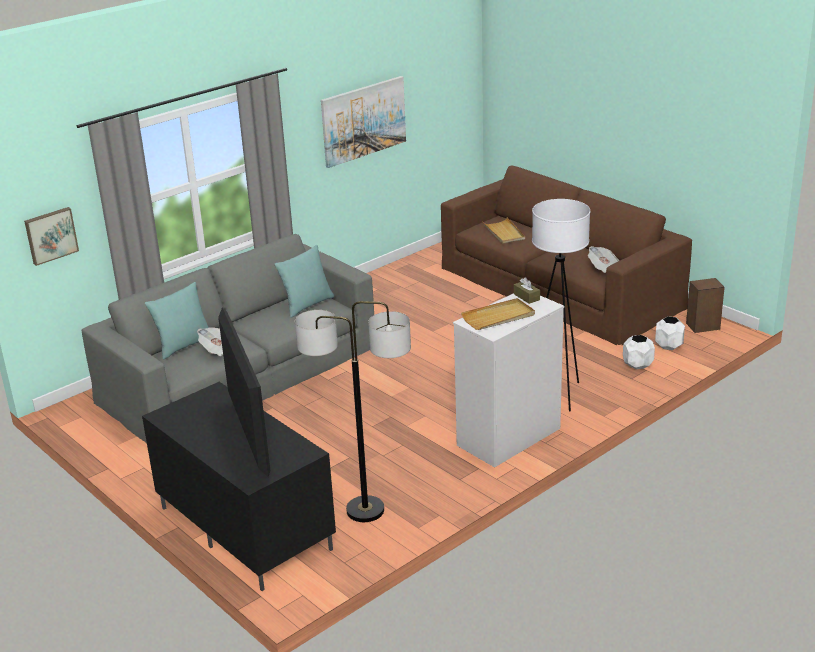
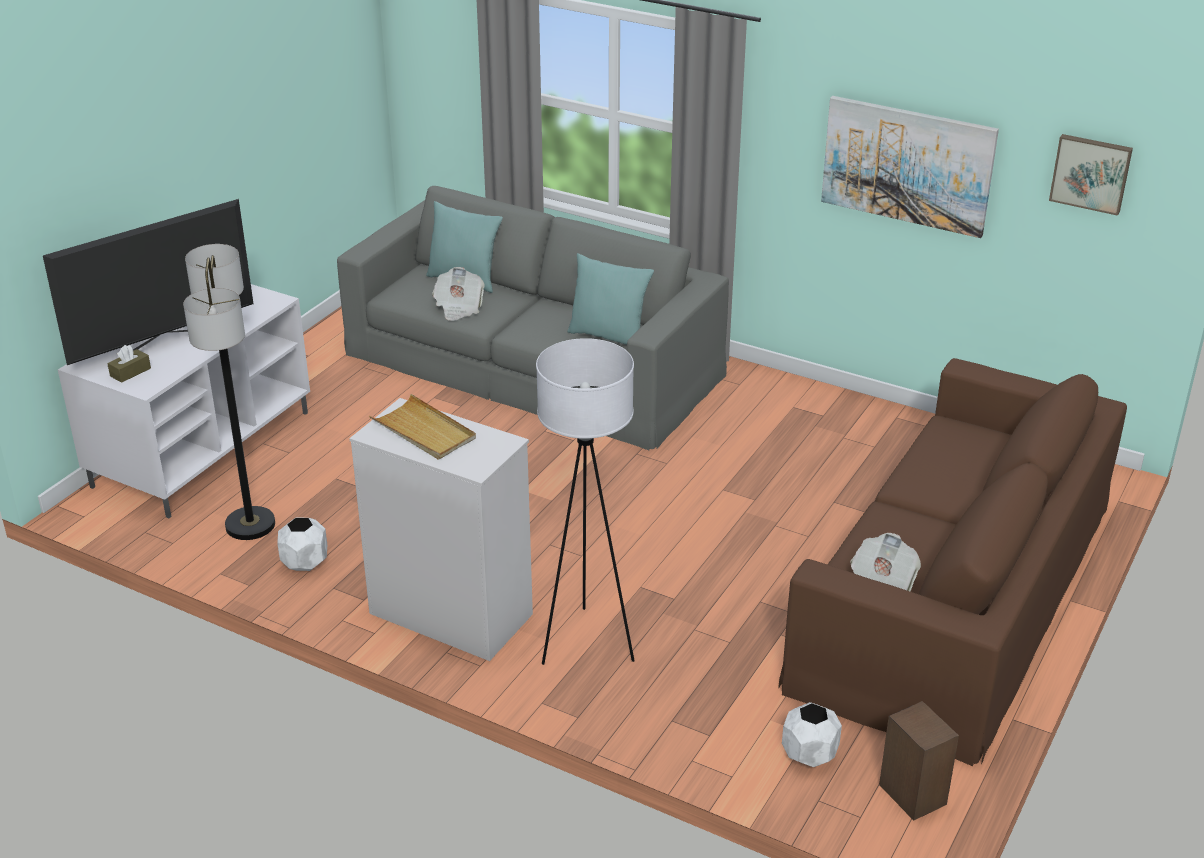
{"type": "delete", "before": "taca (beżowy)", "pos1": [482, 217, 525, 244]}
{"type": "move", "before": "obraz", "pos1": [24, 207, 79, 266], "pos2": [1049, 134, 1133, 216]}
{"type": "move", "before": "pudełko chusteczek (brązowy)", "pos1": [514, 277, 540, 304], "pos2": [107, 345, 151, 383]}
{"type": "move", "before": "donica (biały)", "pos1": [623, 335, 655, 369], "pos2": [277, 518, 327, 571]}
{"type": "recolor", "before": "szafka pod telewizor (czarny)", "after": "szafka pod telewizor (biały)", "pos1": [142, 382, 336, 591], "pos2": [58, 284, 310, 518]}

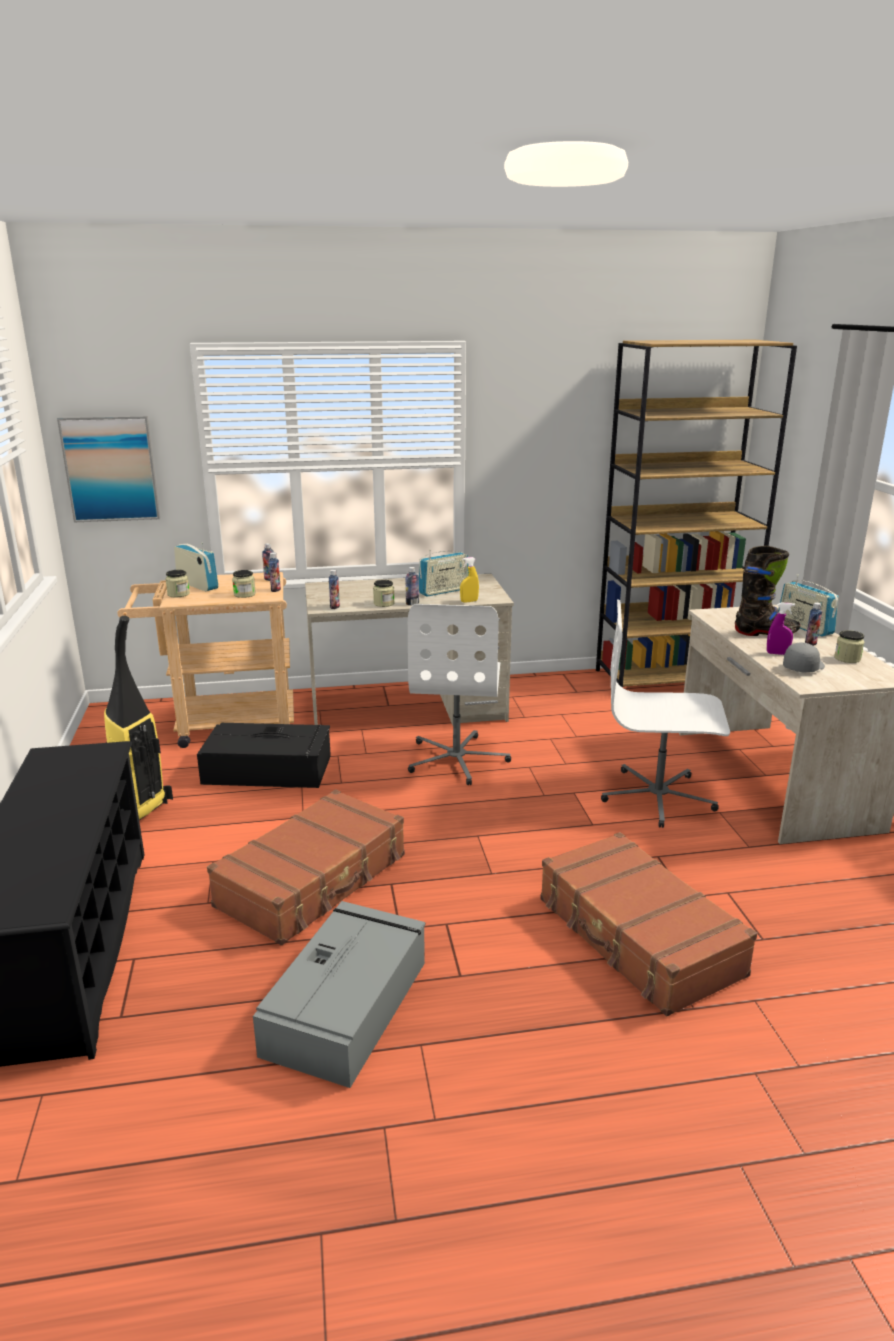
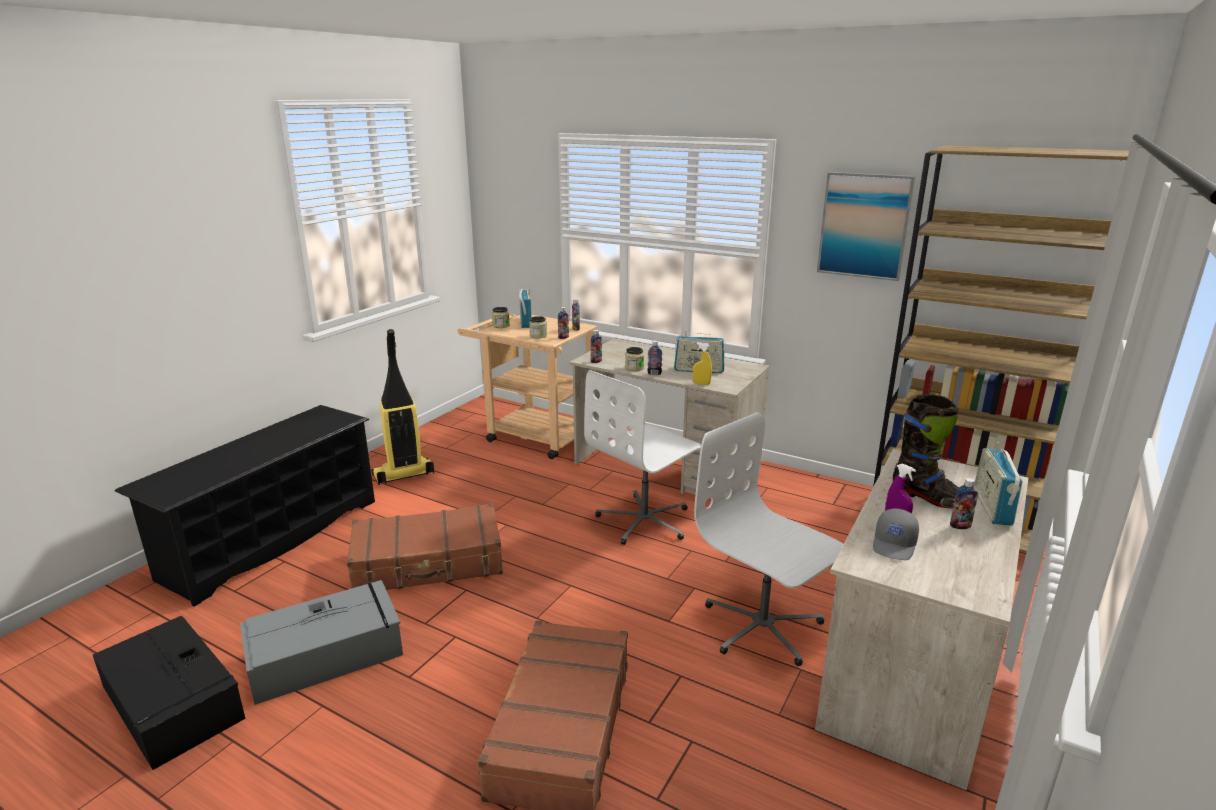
{"type": "delete", "before": "słoik", "pos1": [834, 630, 864, 663]}
{"type": "move", "before": "obraz", "pos1": [57, 416, 160, 522], "pos2": [817, 172, 915, 281]}
{"type": "move", "before": "pojemnik do przechowywania (czarny)", "pos1": [197, 723, 331, 788], "pos2": [93, 616, 246, 770]}
{"type": "rotate", "before": "czapka z daszkiem (szary)", "pos1": [783, 642, 825, 673], "pos2": [873, 509, 919, 560], "turn": 120}

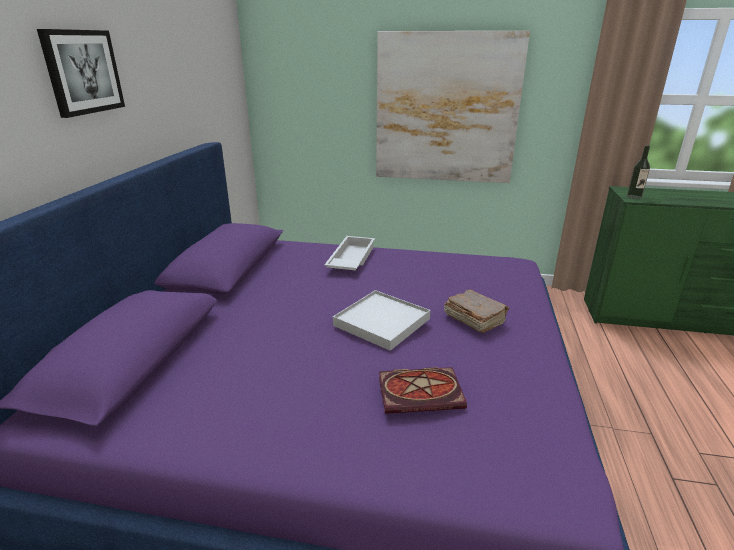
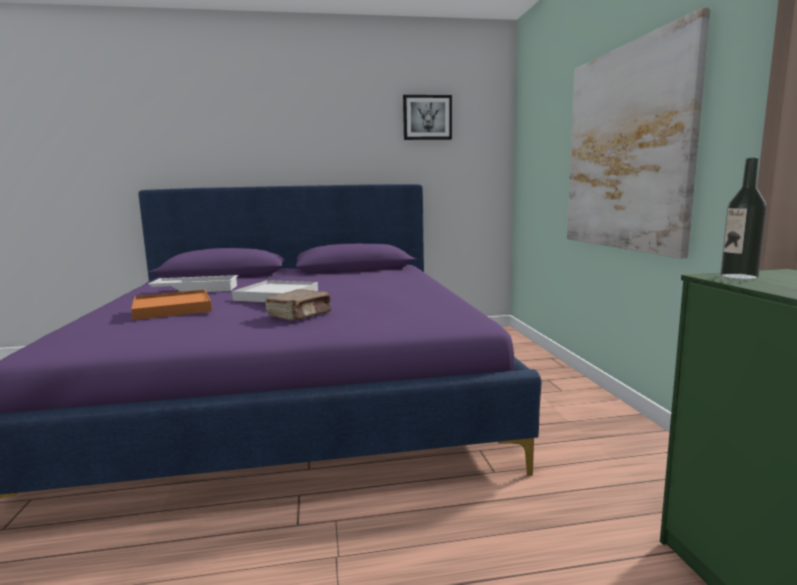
{"type": "move", "before": "obraz", "pos1": [37, 29, 125, 118], "pos2": [403, 95, 452, 140]}
{"type": "move", "before": "taca (biały)", "pos1": [324, 236, 375, 270], "pos2": [148, 275, 238, 292]}
{"type": "replace", "before": "książka", "after": "taca (pomarańczowy)", "pos1": [379, 367, 467, 414], "pos2": [131, 289, 212, 320]}

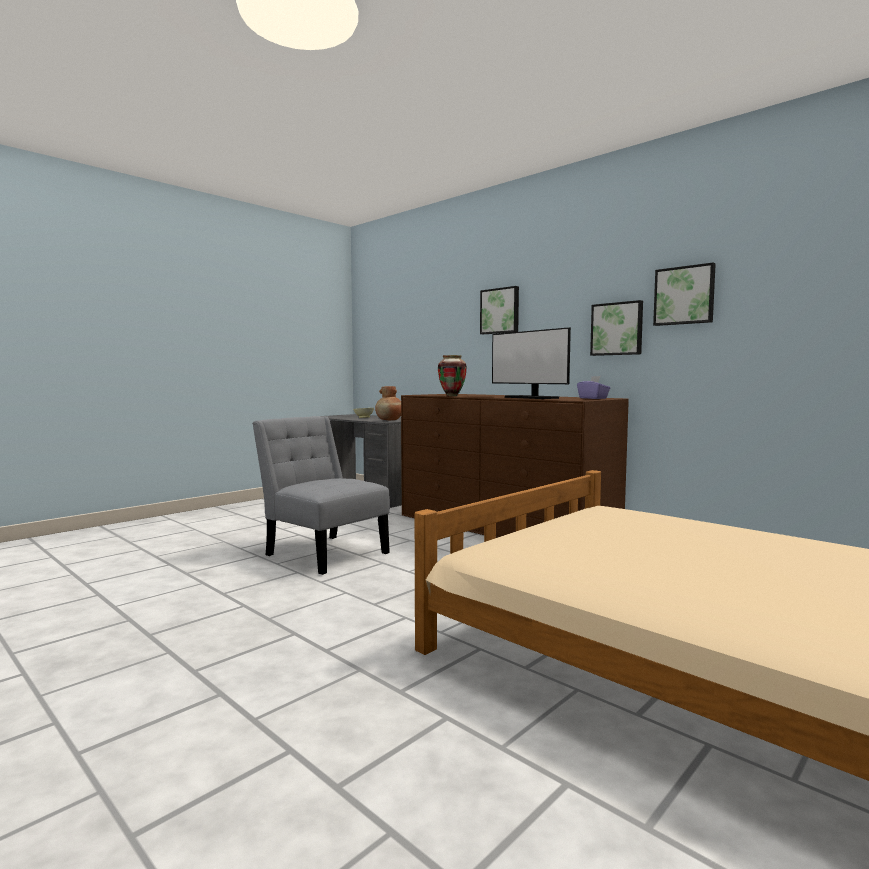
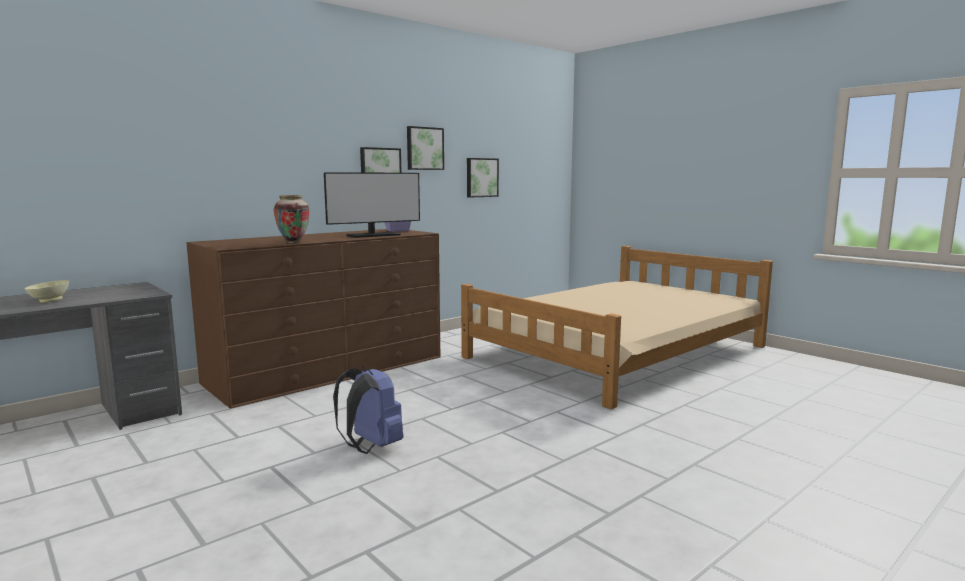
{"type": "delete", "before": "wazon (brązowy)", "pos1": [375, 386, 401, 420]}
{"type": "move", "before": "obraz", "pos1": [480, 286, 519, 334], "pos2": [467, 158, 499, 198]}
{"type": "replace", "before": "krzesło (szary)", "after": "plecak (niebieski)", "pos1": [252, 416, 390, 575], "pos2": [333, 366, 403, 454]}

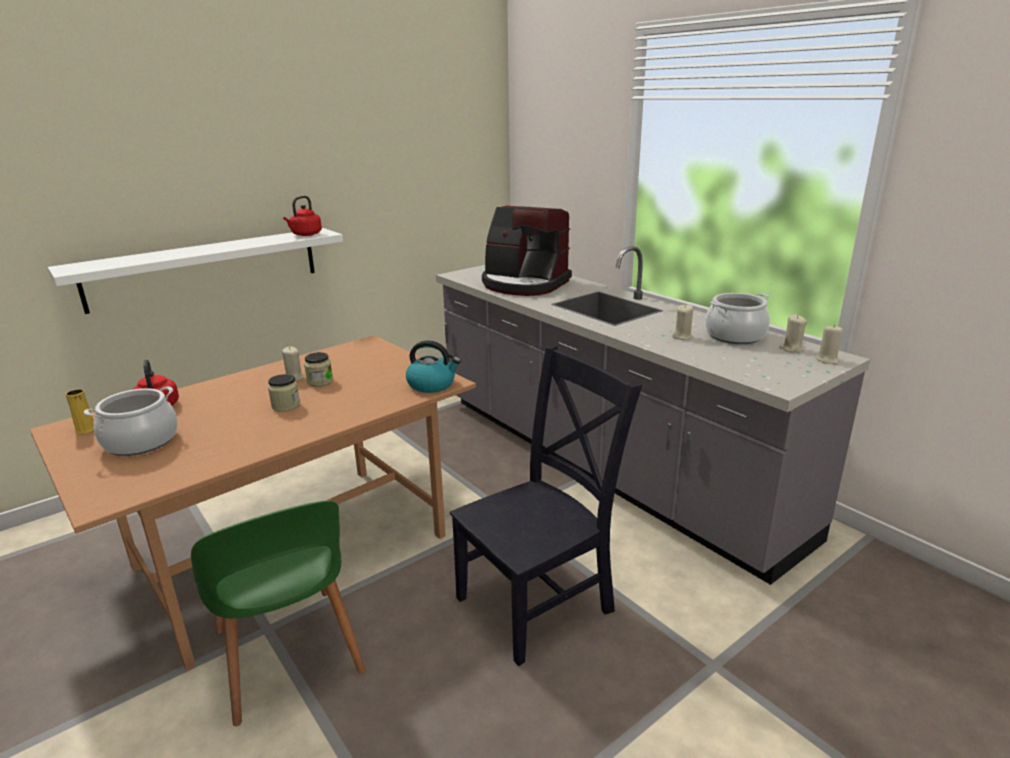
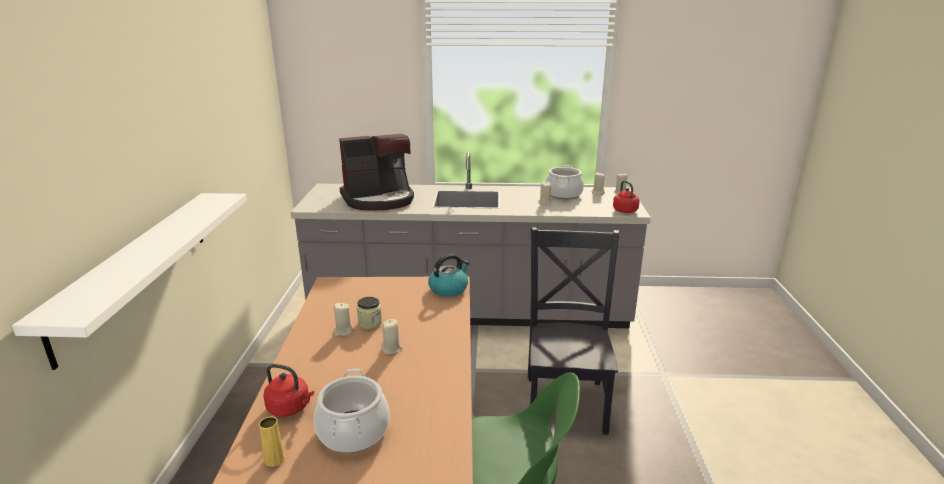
{"type": "move", "before": "czajnik (czerwony)", "pos1": [283, 196, 322, 236], "pos2": [613, 180, 640, 213]}
{"type": "replace", "before": "słoik", "after": "świeca (beżowy)", "pos1": [268, 374, 300, 412], "pos2": [381, 319, 402, 354]}

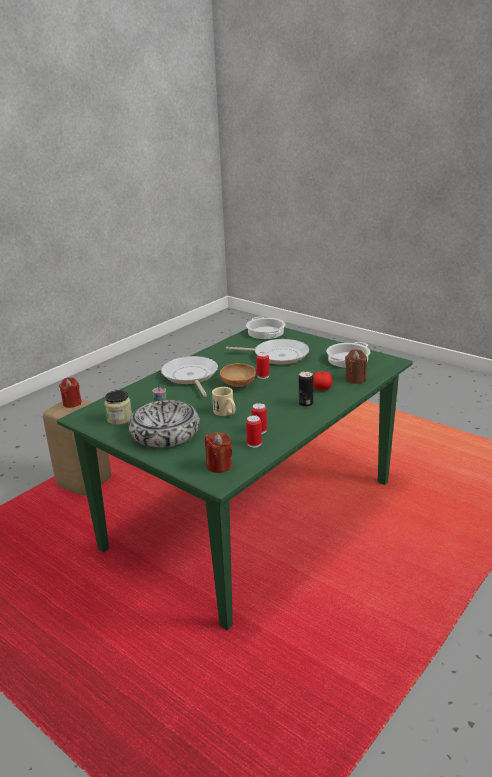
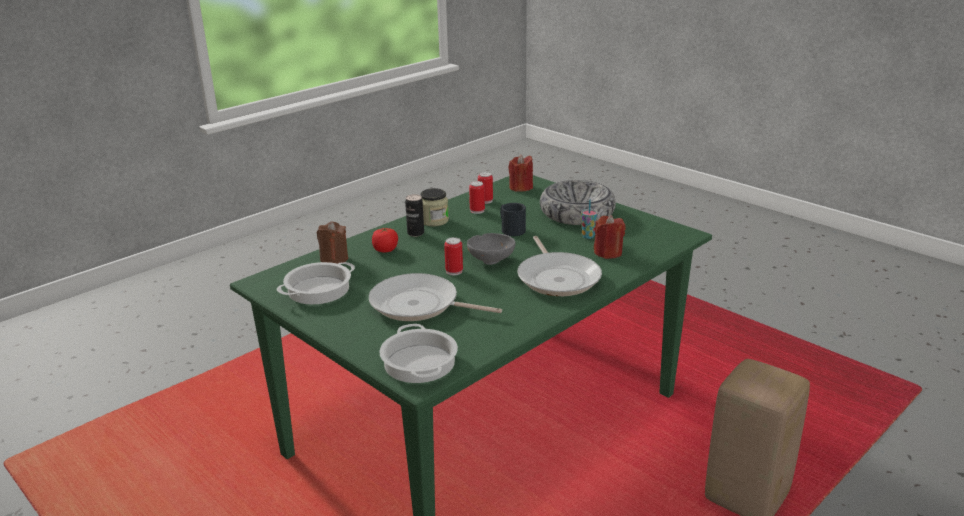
{"type": "move", "before": "świeca (czerwony)", "pos1": [59, 377, 82, 408], "pos2": [594, 215, 626, 259]}
{"type": "move", "before": "słoik", "pos1": [104, 390, 132, 425], "pos2": [420, 188, 449, 226]}
{"type": "recolor", "before": "kubek (beżowy)", "after": "kubek (czarny)", "pos1": [212, 387, 235, 416], "pos2": [500, 203, 526, 236]}
{"type": "recolor", "before": "miska (brązowy)", "after": "miska (szary)", "pos1": [220, 363, 256, 387], "pos2": [467, 233, 515, 265]}

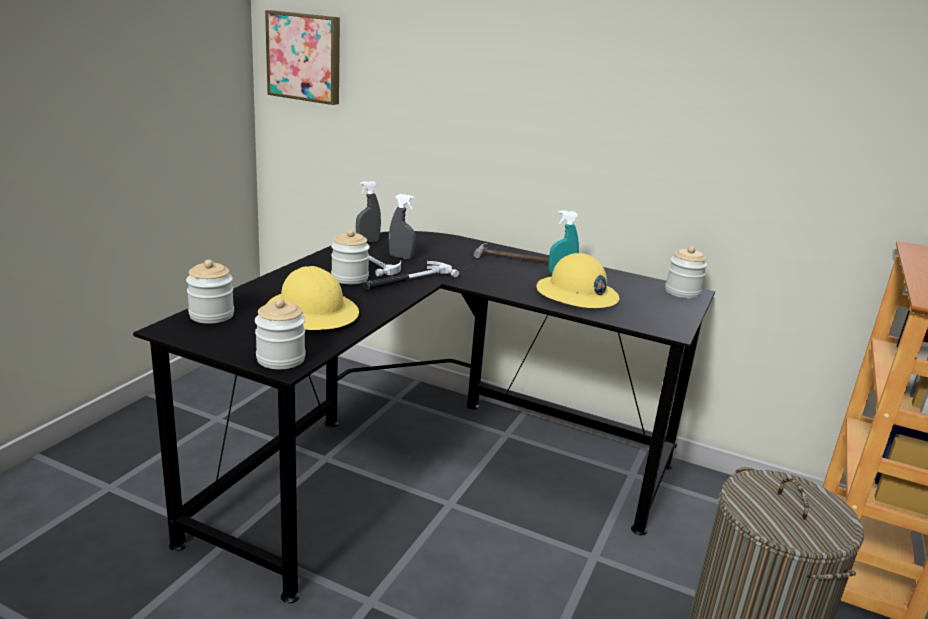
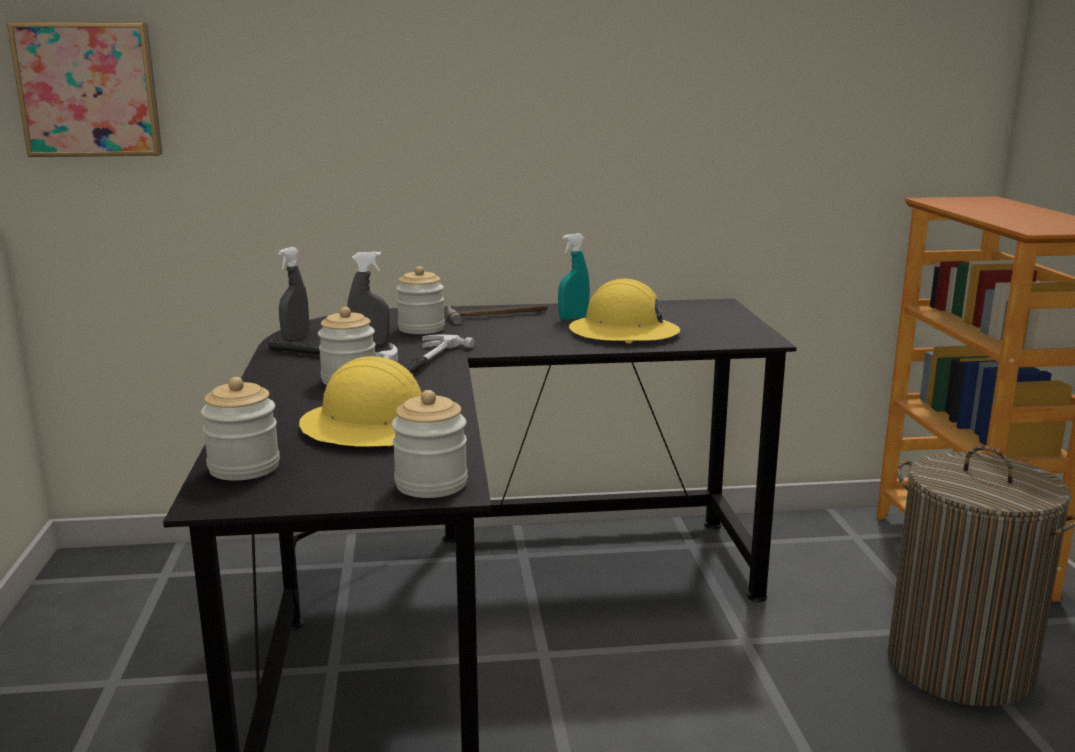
{"type": "move", "before": "słoik", "pos1": [665, 246, 708, 299], "pos2": [396, 266, 445, 334]}

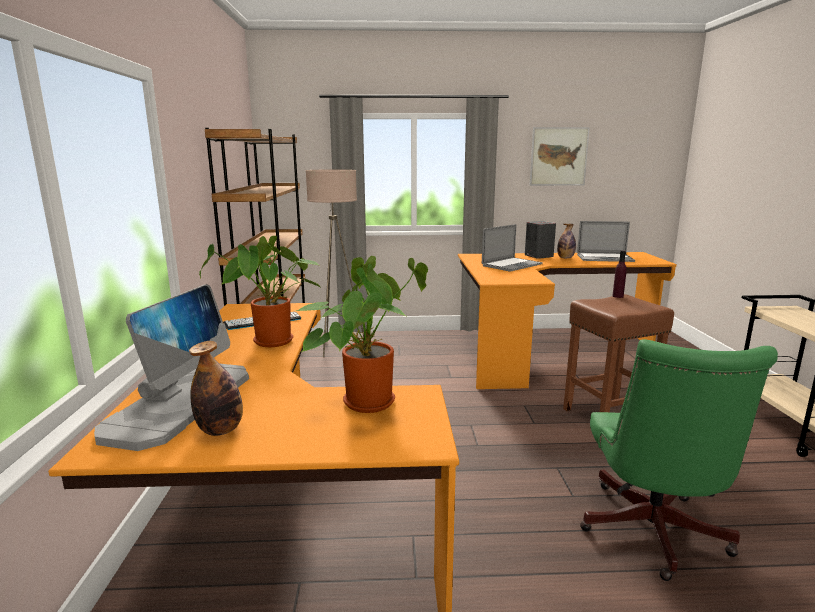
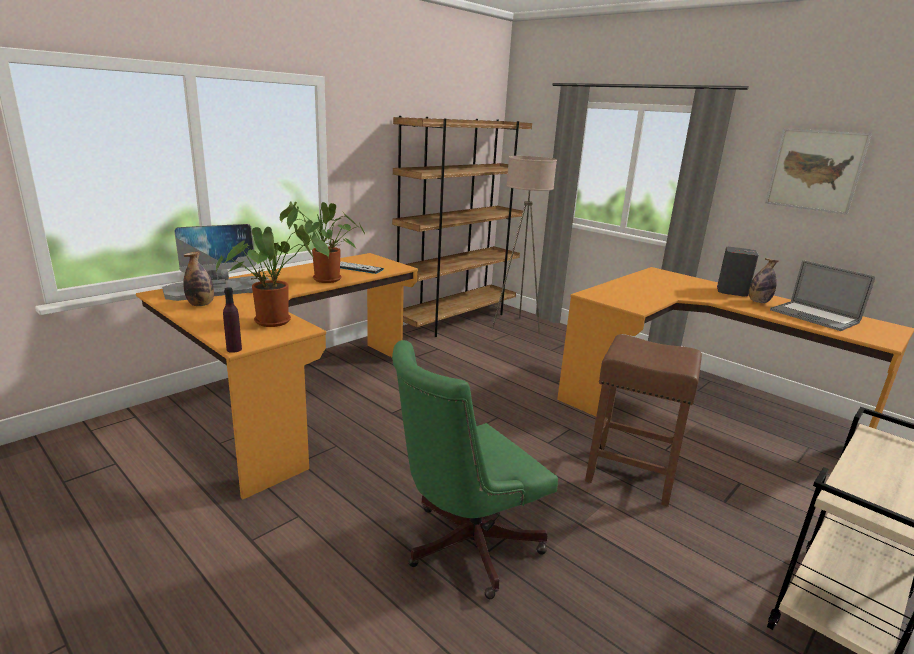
{"type": "delete", "before": "laptop", "pos1": [482, 224, 543, 272]}
{"type": "move", "before": "butelka (fioletowy)", "pos1": [612, 251, 627, 298], "pos2": [223, 287, 242, 353]}

